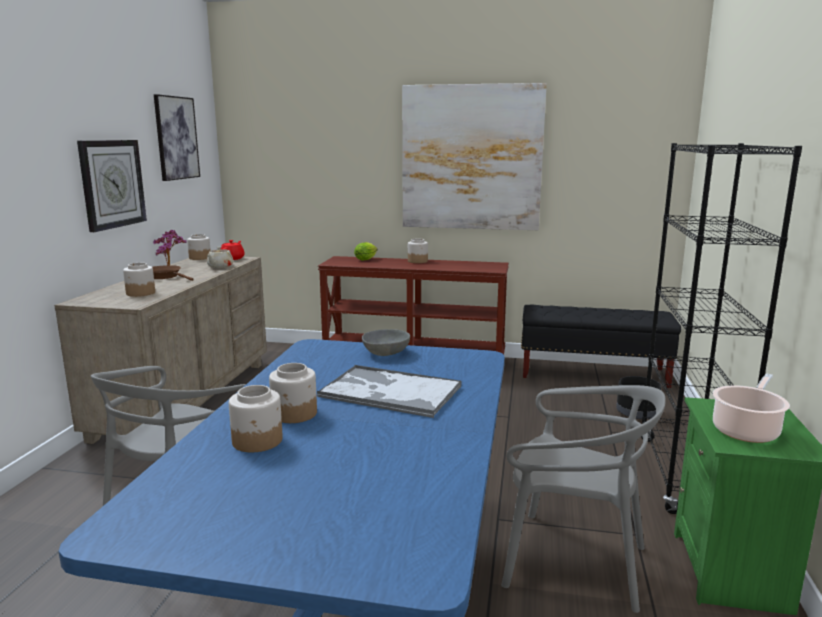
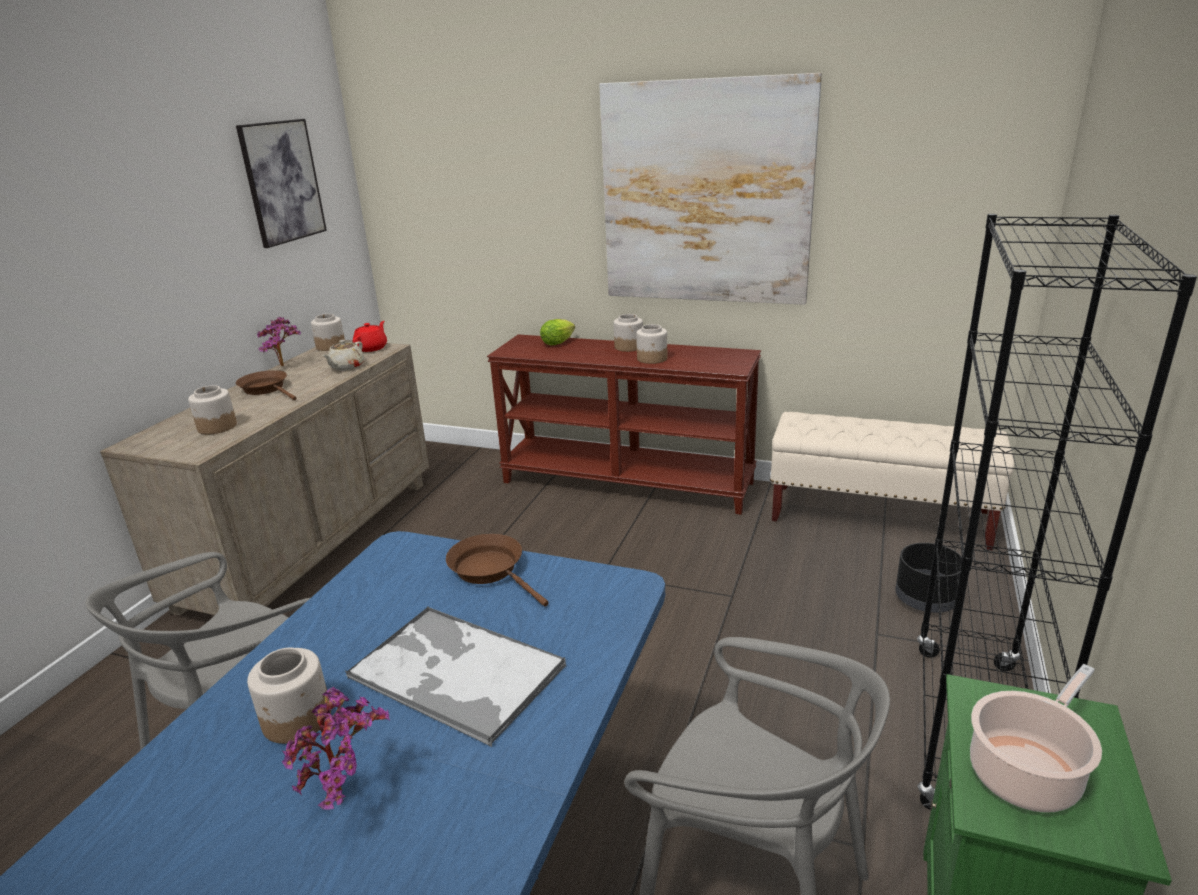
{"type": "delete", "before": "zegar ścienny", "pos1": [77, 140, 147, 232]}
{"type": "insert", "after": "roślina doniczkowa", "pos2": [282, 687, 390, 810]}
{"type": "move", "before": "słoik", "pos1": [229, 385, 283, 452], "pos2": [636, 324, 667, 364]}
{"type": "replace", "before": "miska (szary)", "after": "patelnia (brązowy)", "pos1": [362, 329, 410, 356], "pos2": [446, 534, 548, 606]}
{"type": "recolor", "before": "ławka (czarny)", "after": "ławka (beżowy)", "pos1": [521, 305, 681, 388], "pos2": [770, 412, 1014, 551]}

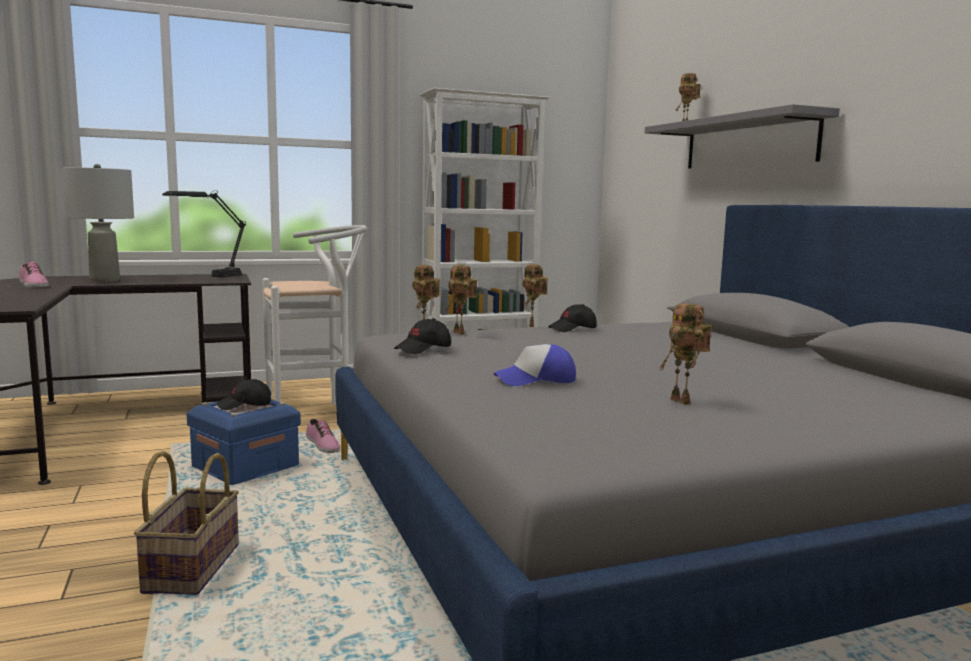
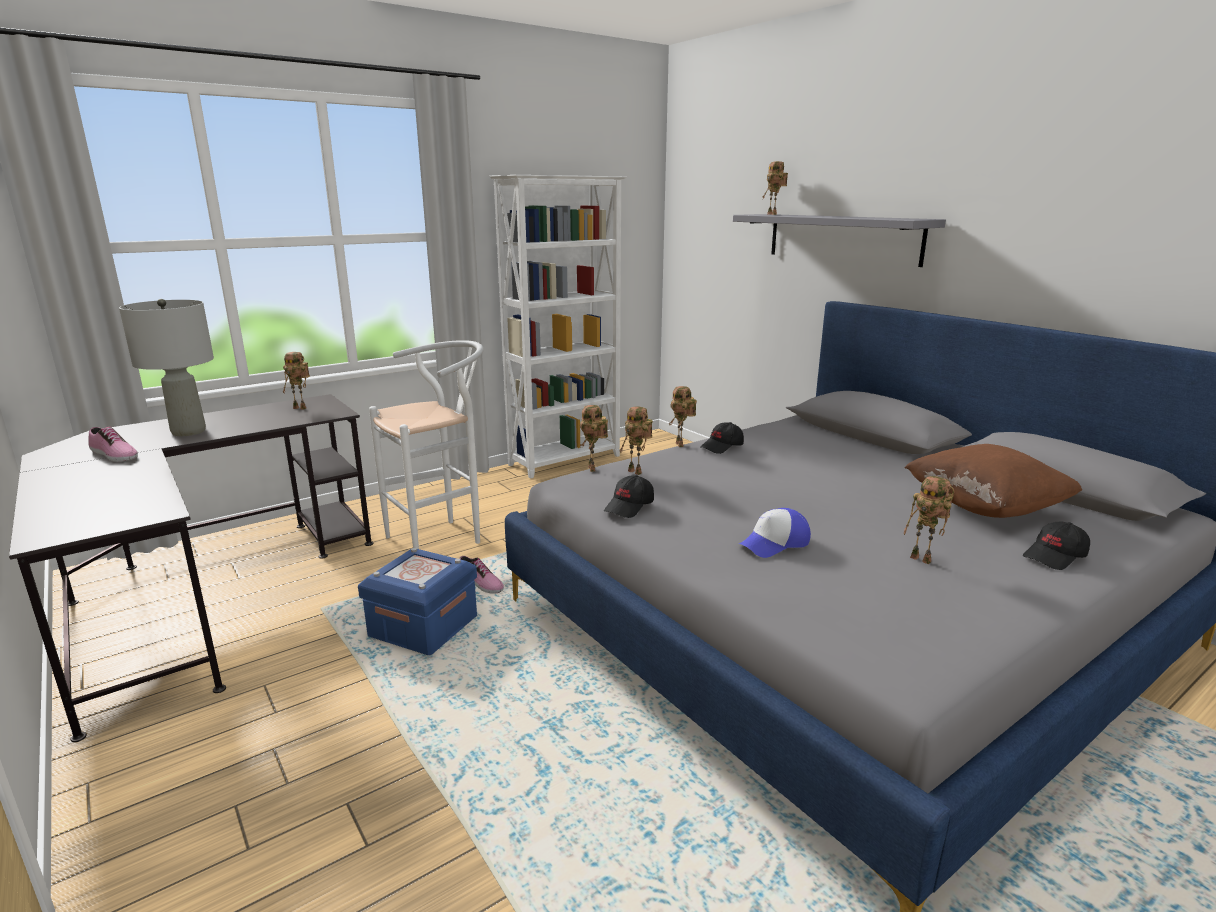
{"type": "delete", "before": "koszyk", "pos1": [134, 451, 239, 595]}
{"type": "insert", "after": "poduszka (brązowy)", "pos2": [904, 444, 1082, 518]}
{"type": "move", "before": "czapka z daszkiem (czarny)", "pos1": [217, 379, 271, 410], "pos2": [1023, 522, 1090, 570]}
{"type": "replace", "before": "lampa stołowa (czarny)", "after": "robot zabawkowy", "pos1": [162, 190, 246, 277], "pos2": [283, 352, 310, 409]}

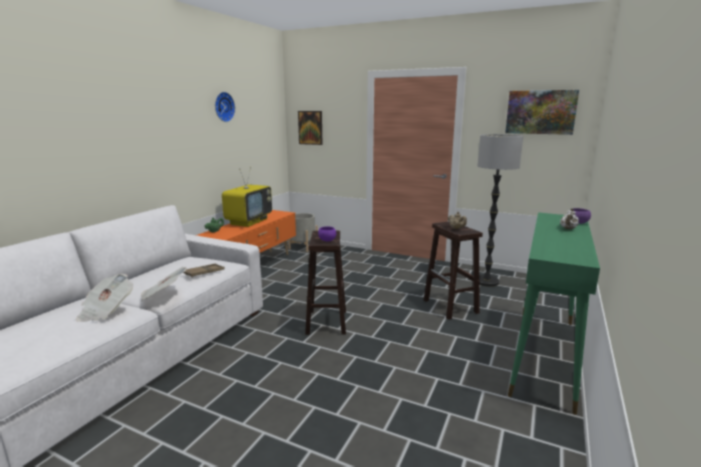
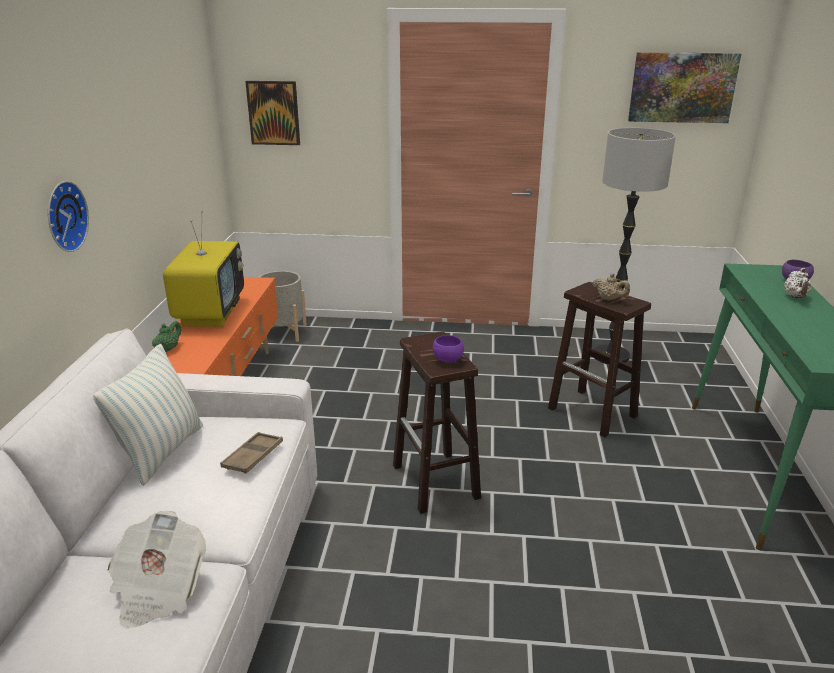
{"type": "delete", "before": "gazeta", "pos1": [141, 267, 187, 301]}
{"type": "insert", "after": "poduszka", "pos2": [93, 344, 203, 486]}
{"type": "move", "before": "zegar ścienny", "pos1": [215, 92, 235, 122], "pos2": [48, 181, 89, 252]}

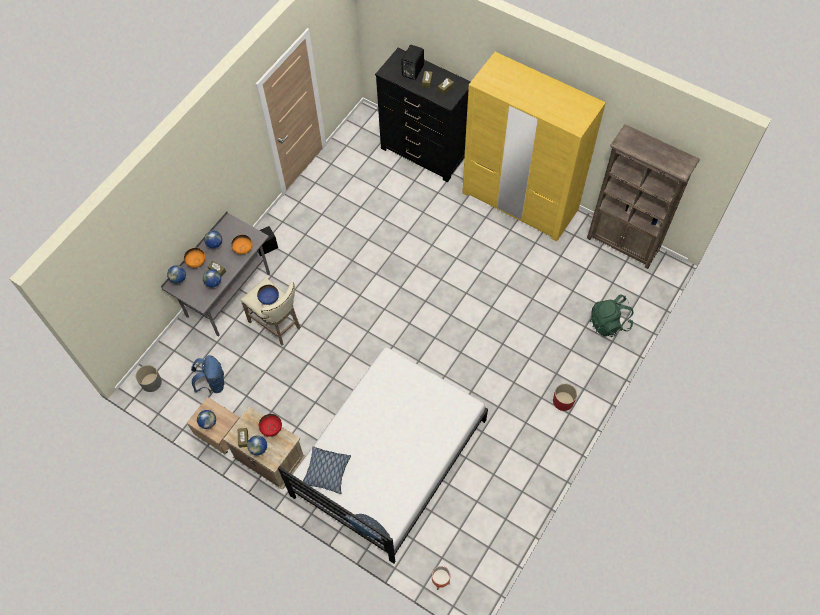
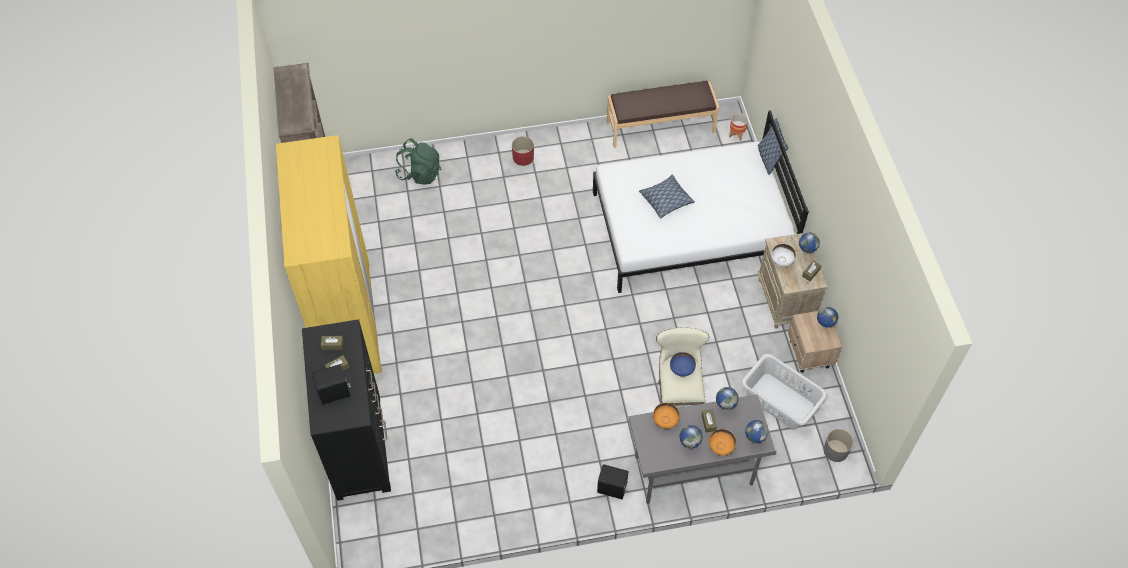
{"type": "insert", "after": "ławka (brązowy)", "pos2": [607, 81, 719, 148]}
{"type": "move", "before": "poduszka", "pos1": [303, 446, 351, 494], "pos2": [639, 174, 695, 219]}
{"type": "replace", "before": "plecak (niebieski)", "after": "kosz na pranie (szary)", "pos1": [191, 355, 224, 394], "pos2": [742, 354, 827, 429]}
{"type": "recolor", "before": "miska (czerwony)", "after": "miska (biały)", "pos1": [259, 414, 282, 437], "pos2": [771, 244, 796, 266]}

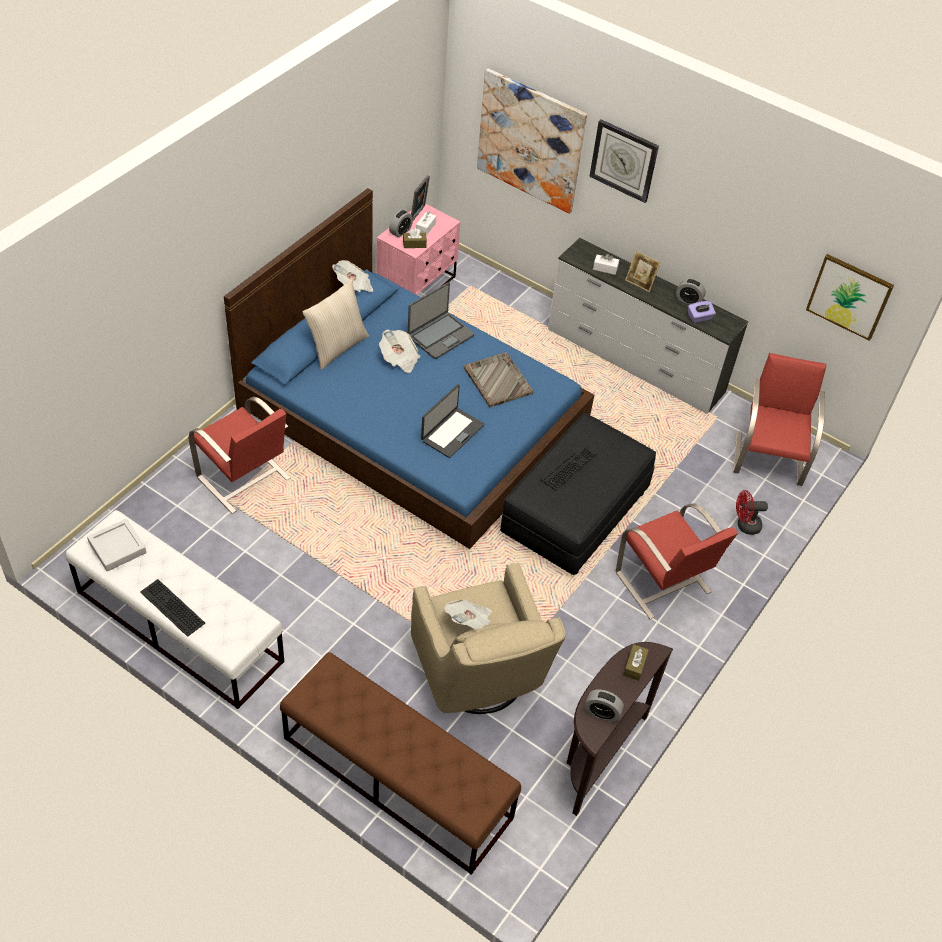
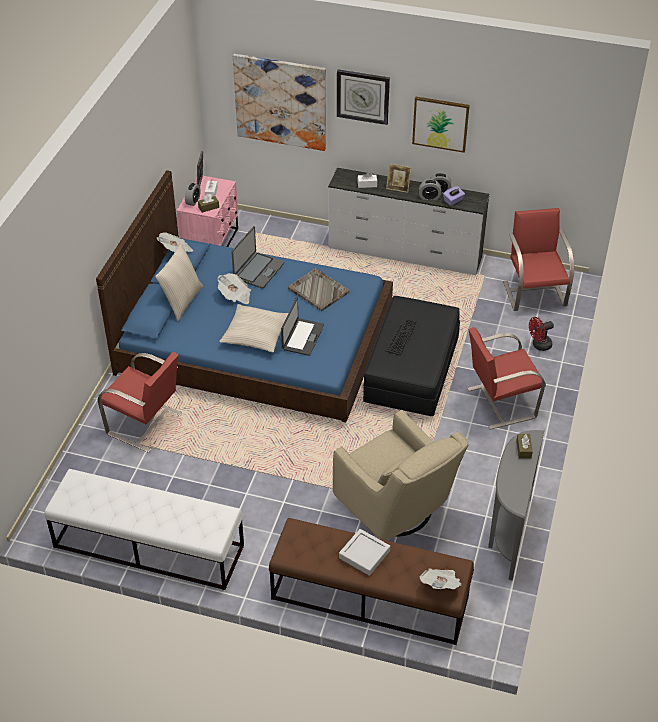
{"type": "delete", "before": "klawiatura", "pos1": [140, 579, 205, 637]}
{"type": "insert", "after": "poduszka (beżowy)", "pos2": [219, 304, 288, 353]}
{"type": "move", "before": "taca (szary)", "pos1": [87, 519, 147, 571], "pos2": [339, 529, 390, 576]}
{"type": "move", "before": "gazeta", "pos1": [445, 599, 492, 629], "pos2": [419, 569, 461, 589]}
{"type": "move", "before": "budzik", "pos1": [585, 689, 624, 722], "pos2": [419, 180, 441, 200]}
{"type": "move", "before": "obraz", "pos1": [806, 254, 894, 341], "pos2": [412, 97, 470, 153]}
{"type": "recolor", "before": "stolik konsolowy (brązowy)", "after": "stolik konsolowy (szary)", "pos1": [567, 642, 673, 816], "pos2": [488, 430, 544, 581]}
{"type": "rotate", "before": "krzesło (czerwony)", "pos1": [616, 504, 738, 619], "pos2": [467, 327, 546, 430], "turn": 120}

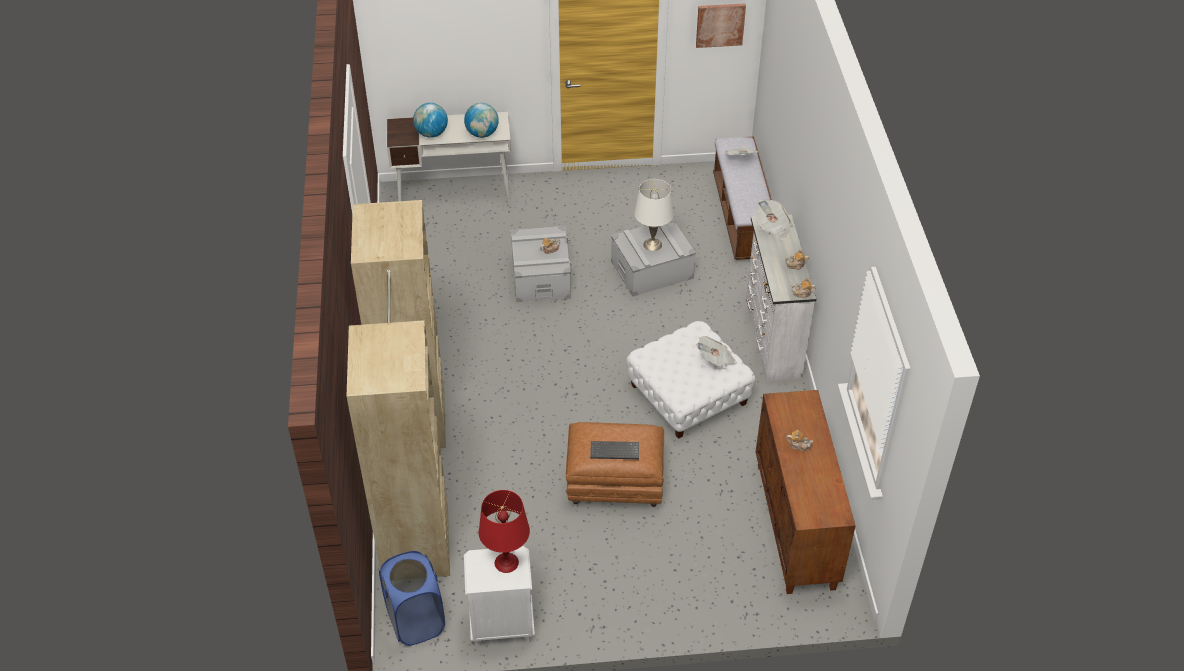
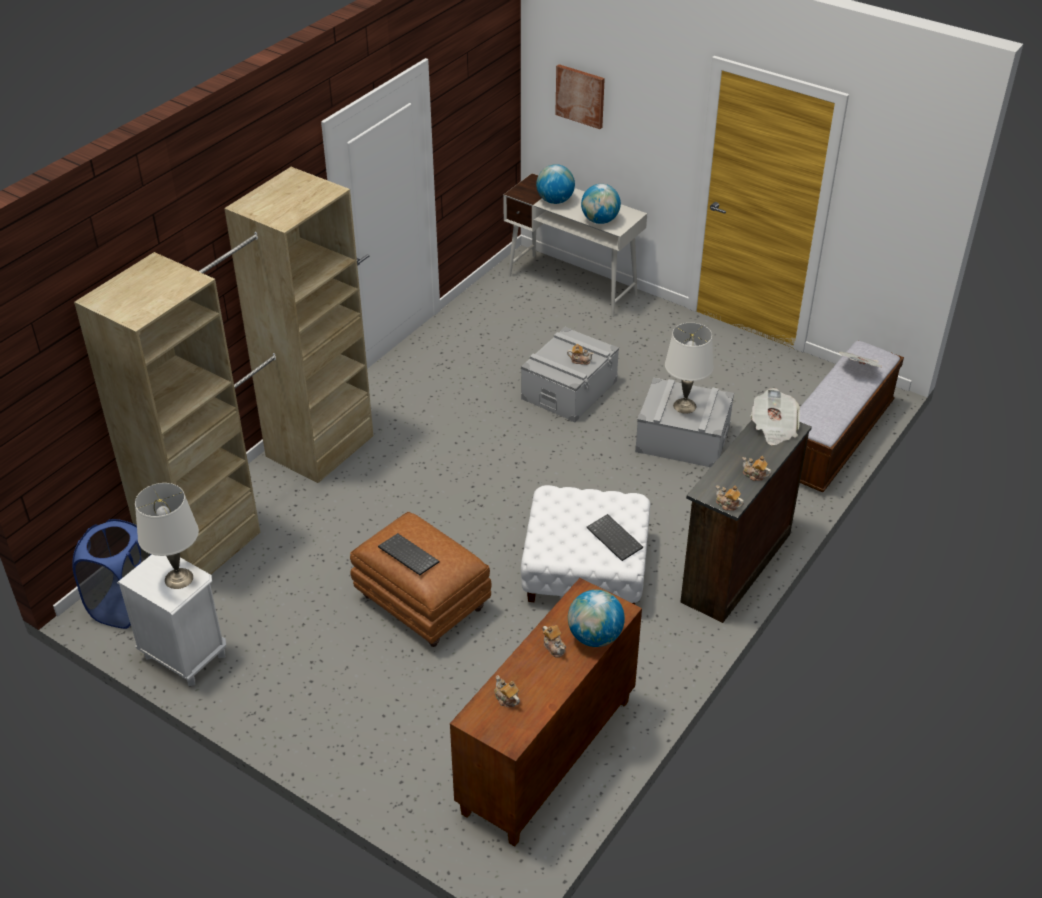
{"type": "insert", "after": "imbryk", "pos2": [494, 675, 520, 707]}
{"type": "insert", "after": "globus", "pos2": [568, 590, 625, 647]}
{"type": "move", "before": "obraz", "pos1": [696, 3, 746, 48], "pos2": [555, 64, 605, 129]}
{"type": "replace", "before": "gazeta", "after": "klawiatura", "pos1": [696, 336, 737, 367], "pos2": [587, 514, 643, 561]}
{"type": "recolor", "before": "lampa stołowa (czerwony)", "after": "lampa stołowa (biały)", "pos1": [479, 490, 530, 573], "pos2": [135, 483, 199, 589]}
{"type": "recolor", "before": "komoda (biały)", "after": "komoda (brązowy)", "pos1": [746, 214, 816, 380], "pos2": [680, 420, 812, 623]}

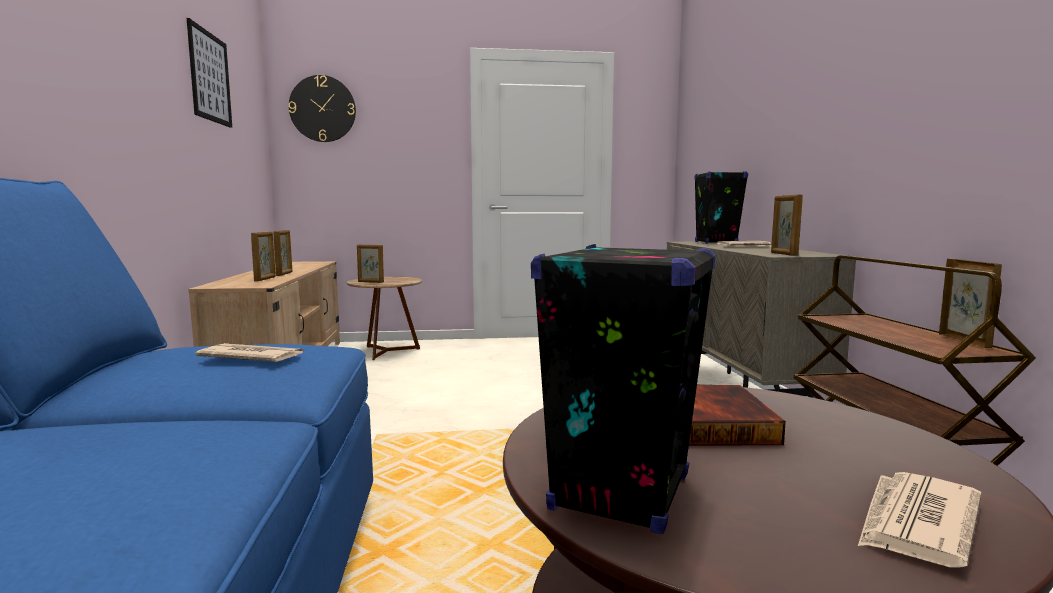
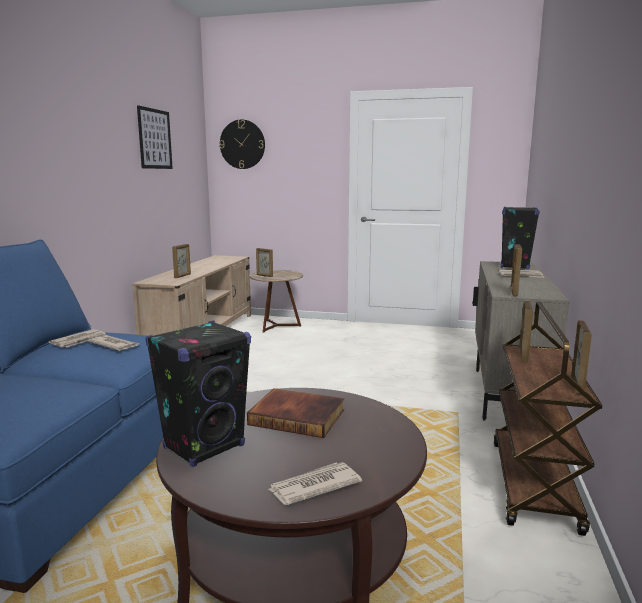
{"type": "insert", "after": "gazeta", "pos2": [49, 329, 106, 347]}
{"type": "move", "before": "ramka na zdjęcie", "pos1": [273, 230, 292, 276], "pos2": [519, 301, 533, 363]}

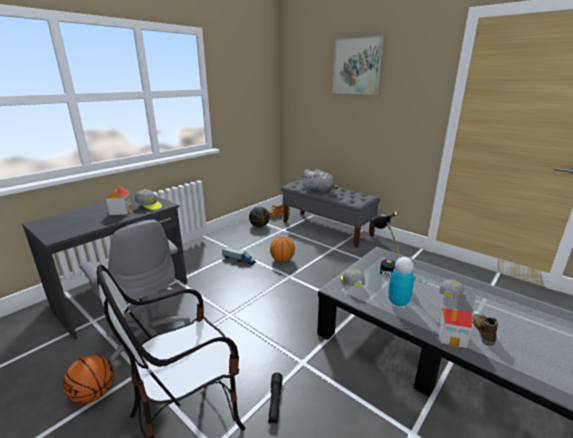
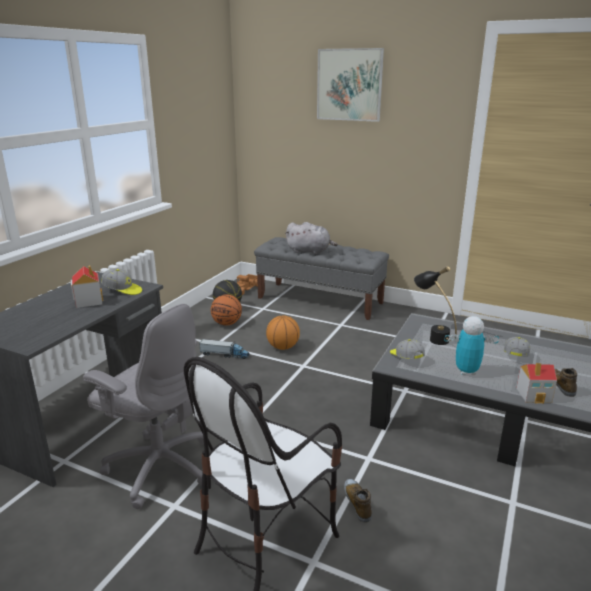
{"type": "move", "before": "piłka do koszykówki", "pos1": [63, 355, 114, 404], "pos2": [211, 294, 242, 325]}
{"type": "replace", "before": "latarka (czarny)", "after": "but", "pos1": [268, 372, 283, 424], "pos2": [344, 479, 372, 523]}

